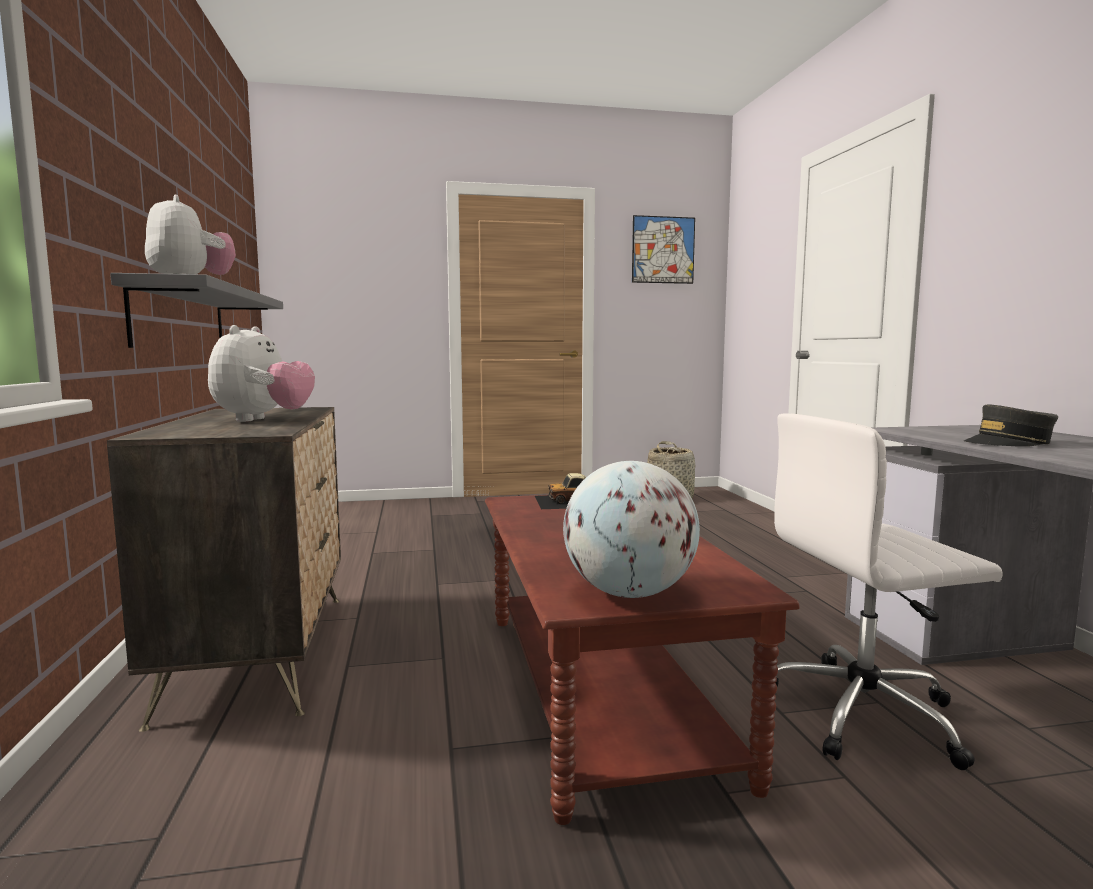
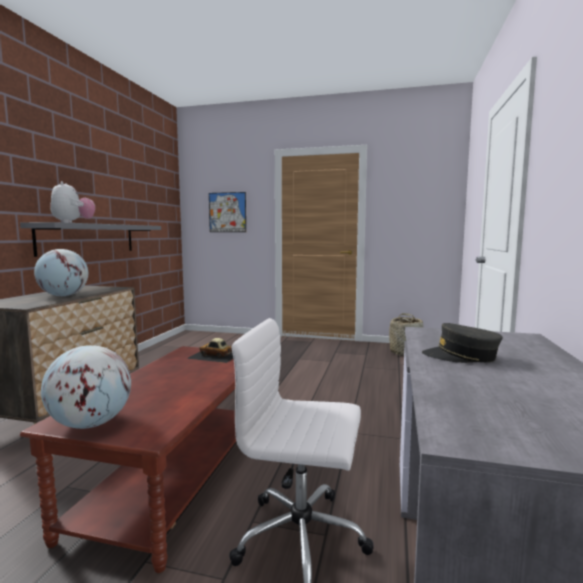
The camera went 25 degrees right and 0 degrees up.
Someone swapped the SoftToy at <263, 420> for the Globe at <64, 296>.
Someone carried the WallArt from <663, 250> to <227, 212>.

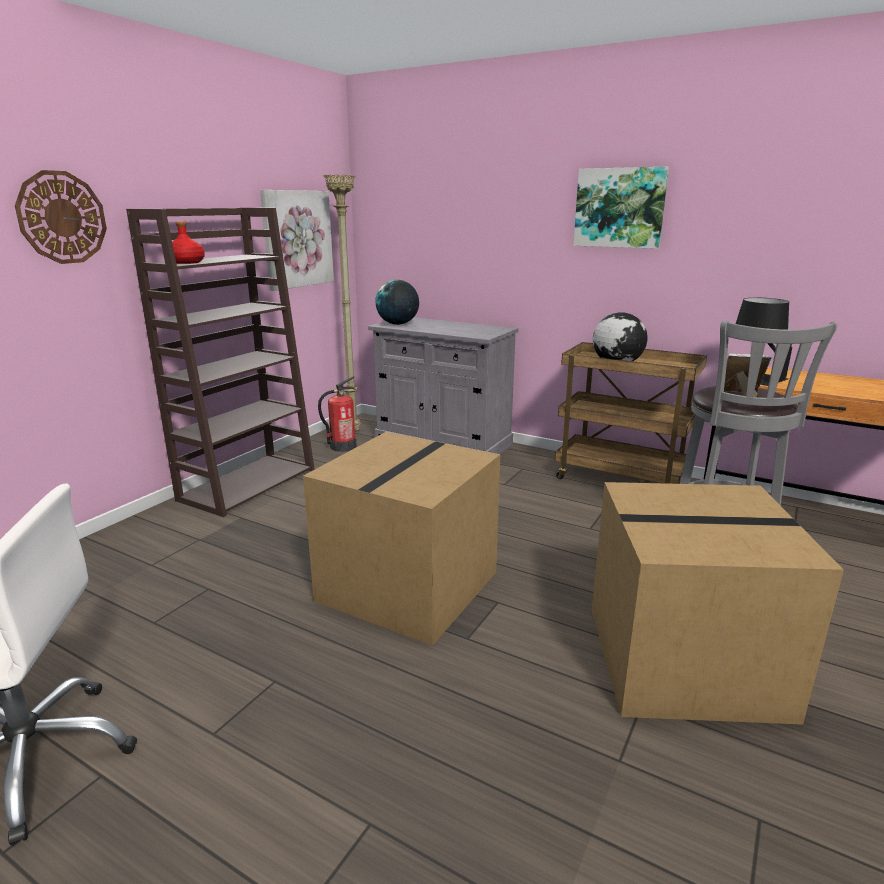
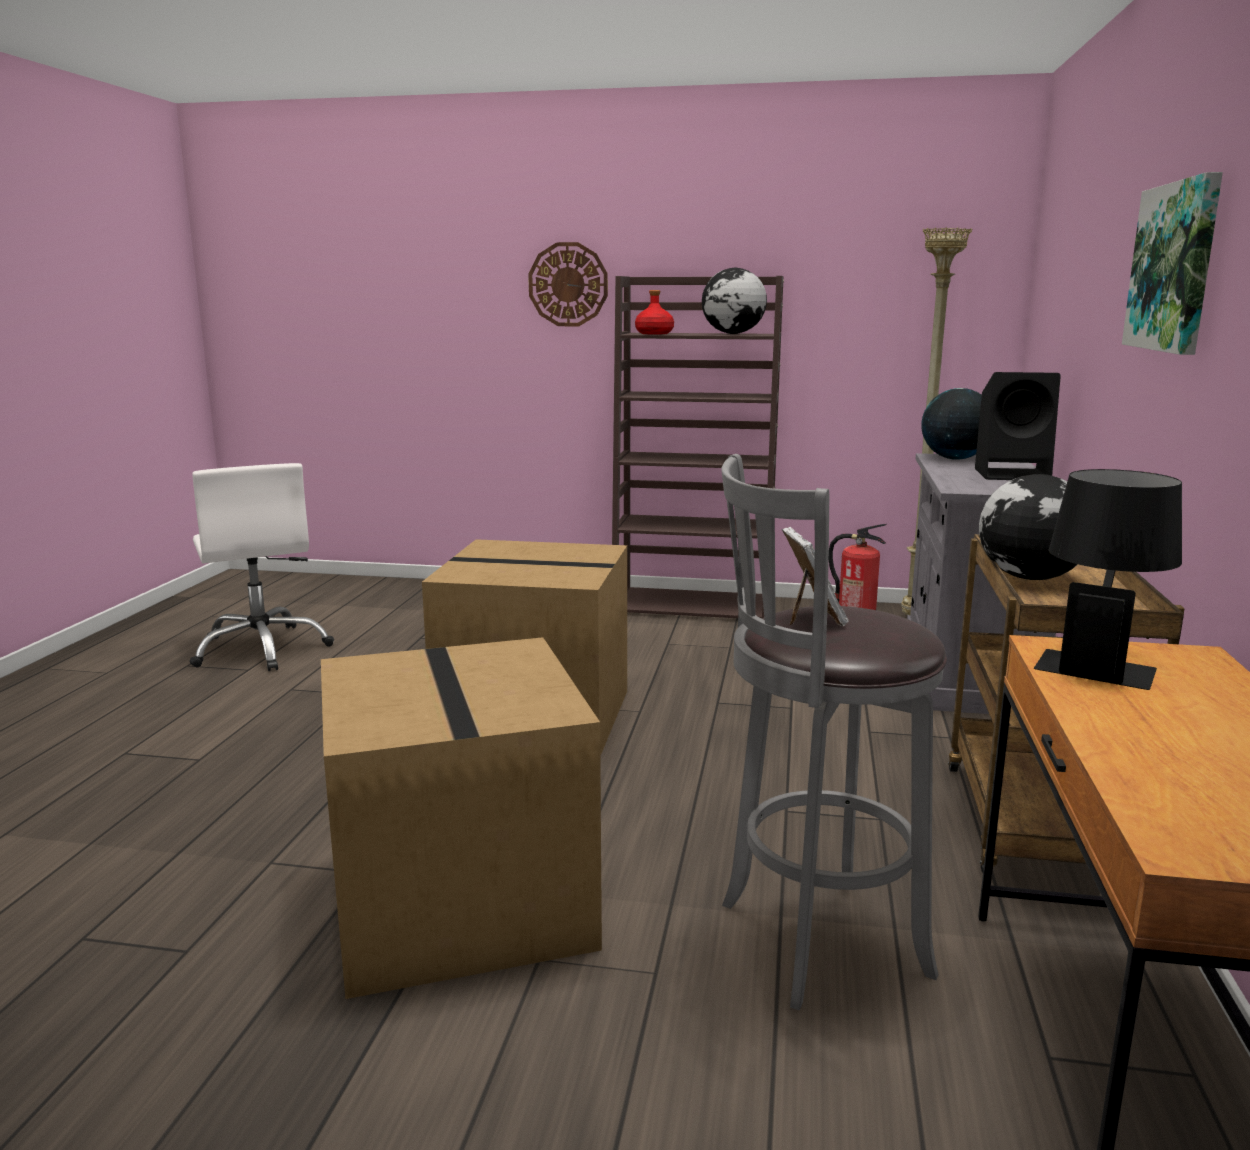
The camera went 70 degrees right and 5 degrees down.
Someone put down the Globe at <732, 333>.
Someone put down the BlackLoudspeaker at <1014, 475>.
Someone took away the WallArt at <297, 239>.

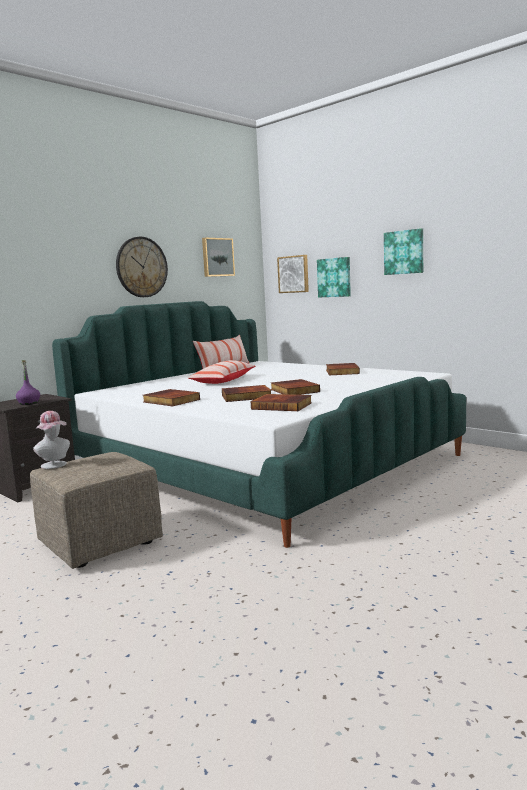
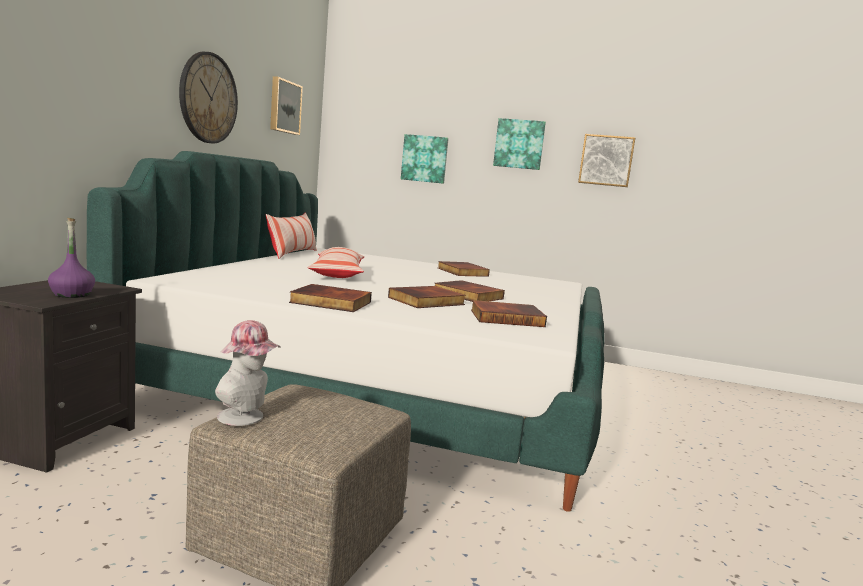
The camera went 30 degrees left and 0 degrees up.
Someone carried the WallArt from <294, 274> to <606, 160>.

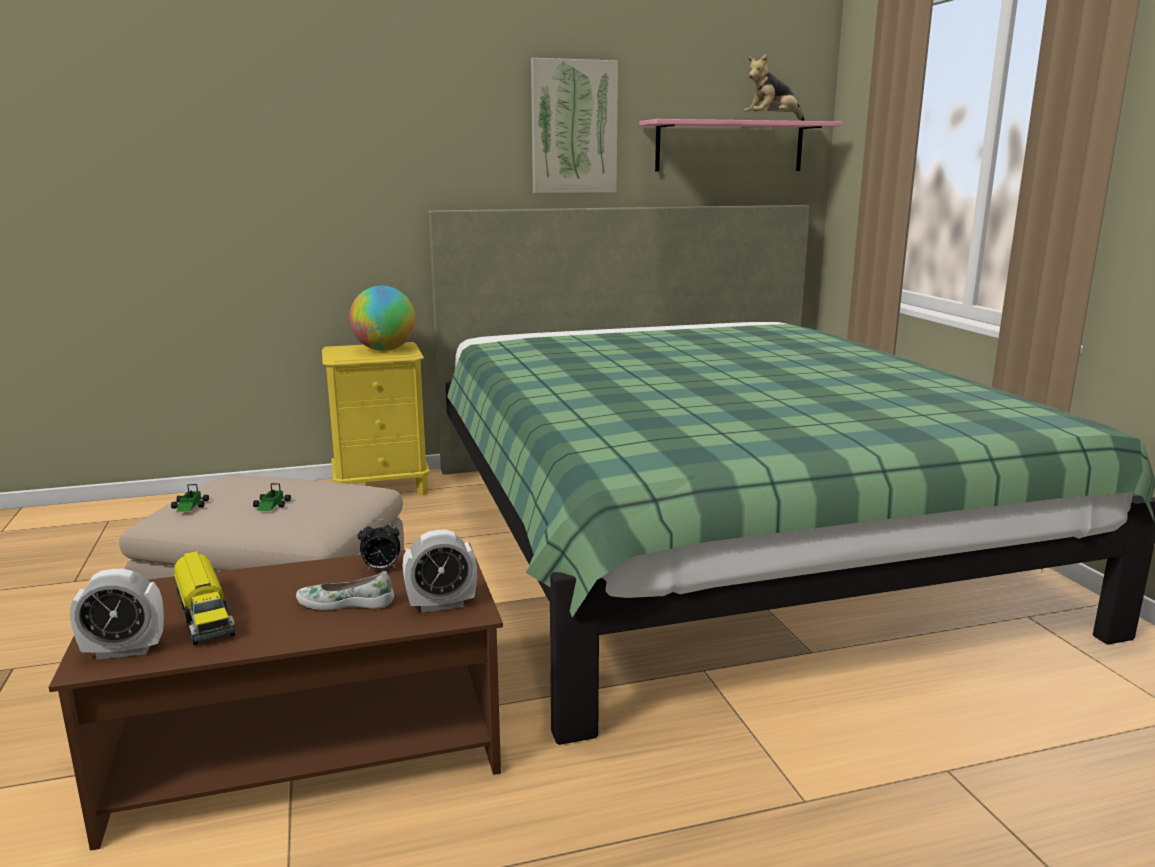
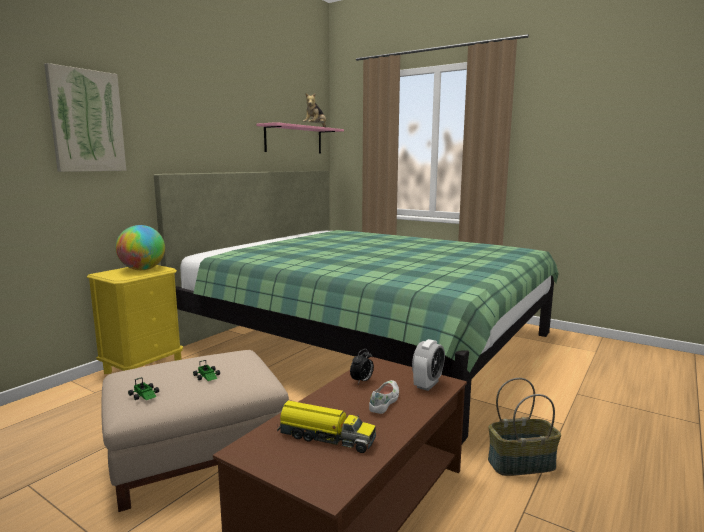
The camera went 40 degrees left and 5 degrees down.
Someone carried the WallArt from <573, 127> to <86, 121>.
Someone rotated the WhitishLowShoe at <346, 603> by 150 degrees clockwise.
Someone put down the StorageBasket at <521, 463>.
Someone took away the AlarmClock at <124, 650>.

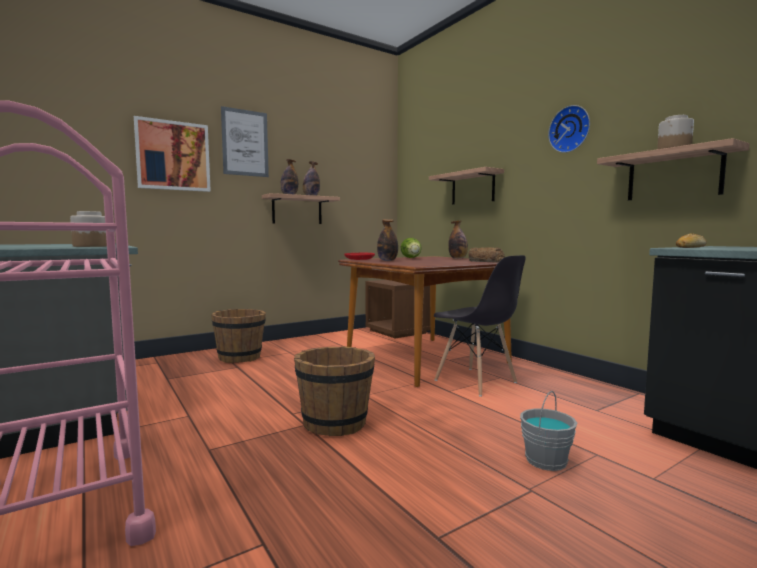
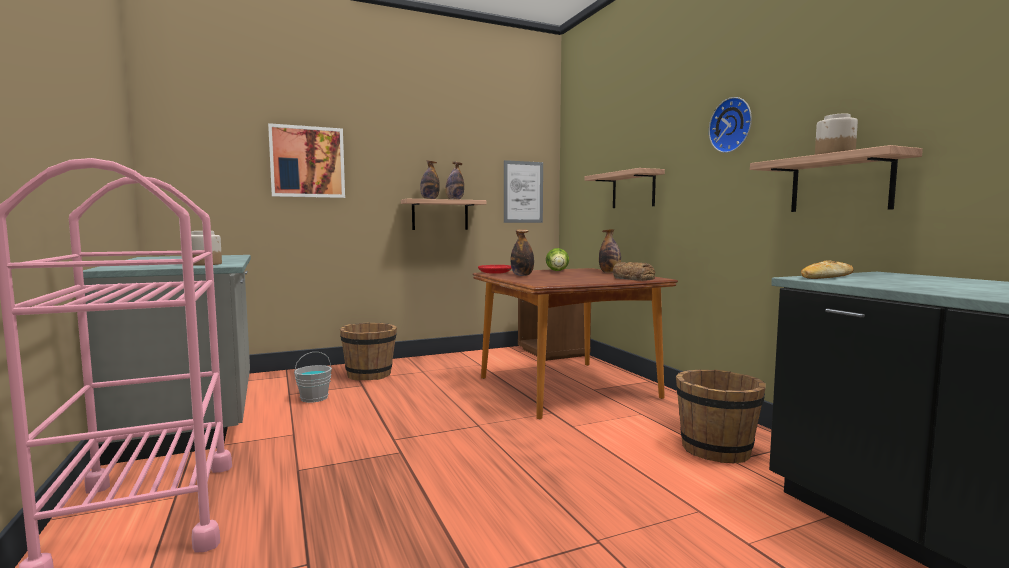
The camera went 10 degrees right and 0 degrees up.
Someone carried the GrayWaterBucket from <545, 460> to <314, 398>.
Someone carried the WallArt from <245, 143> to <523, 192>.
Someone carried the BrownWaterBucket from <335, 423> to <716, 450>.
Someone took away the GrayPlainChair at <476, 382>.

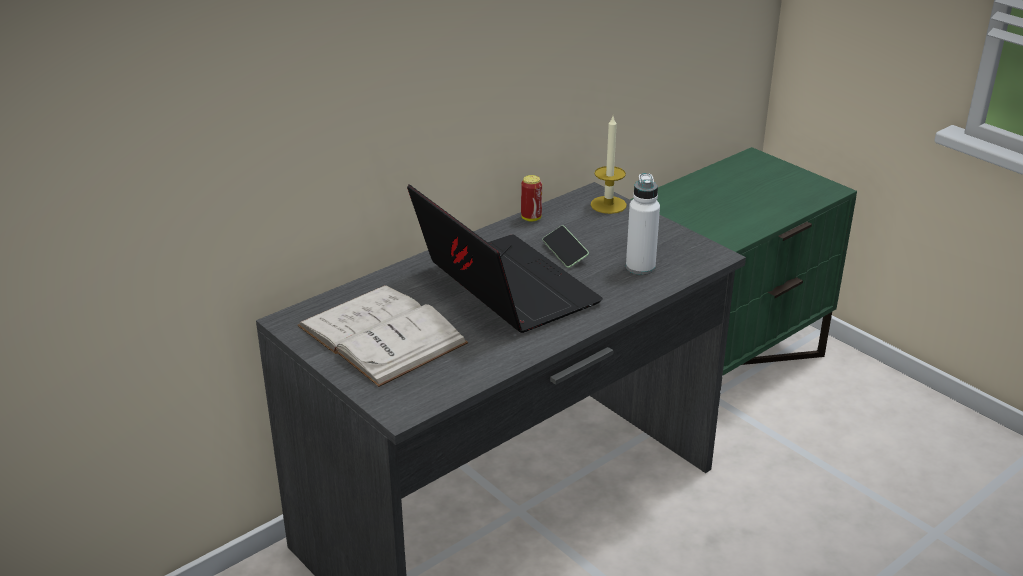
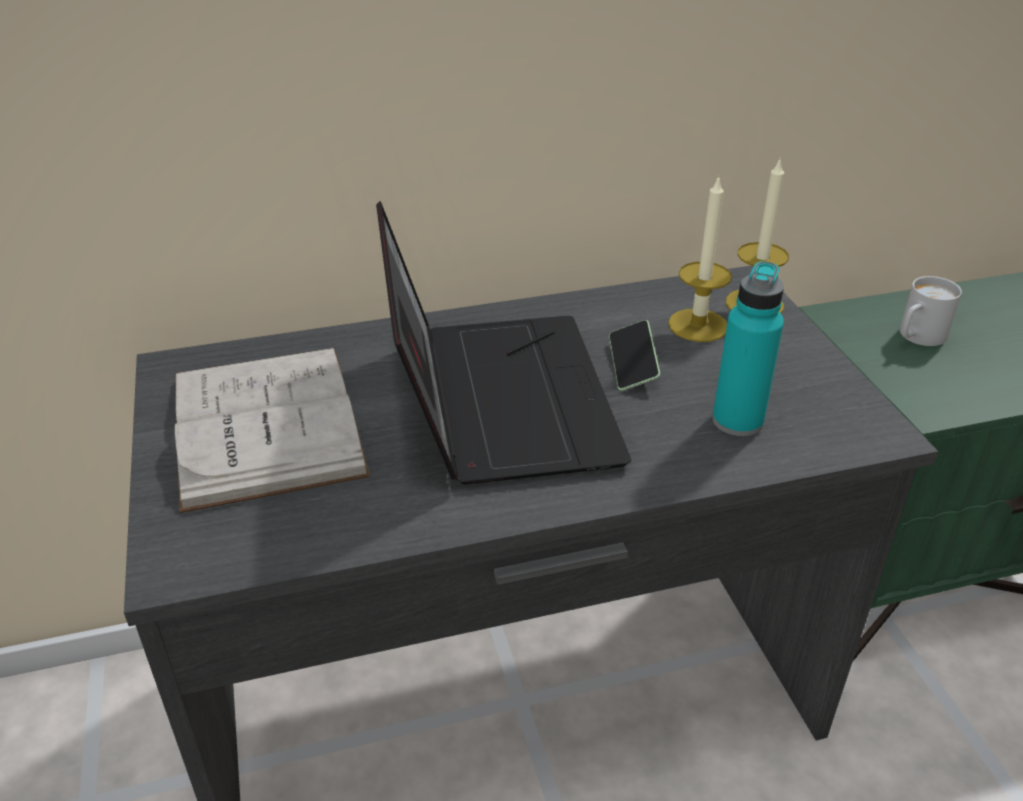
The camera went 25 degrees right and 5 degrees up.
Someone put down the Candle at <698, 325>.
Someone repainted the WhitishBeverageBottle at <640, 267>, which became the BlueGreenBeverageBottle at <737, 421>.
Someone put down the WhitishCoffeeMug at <916, 337>.
Someone took away the MetalCan at <531, 218>.

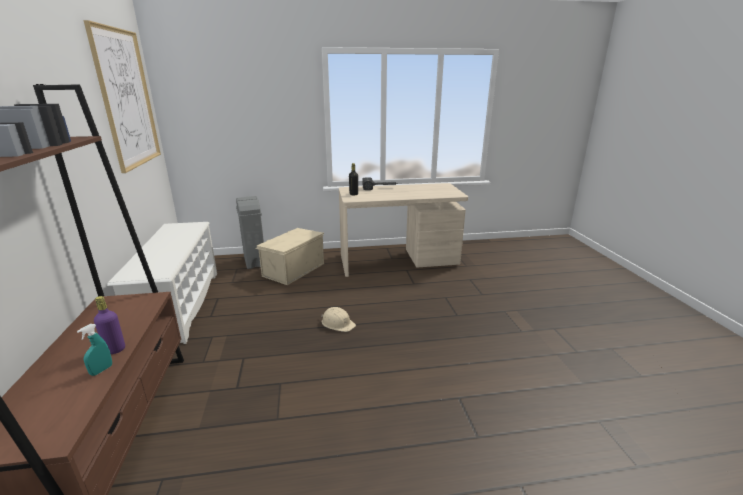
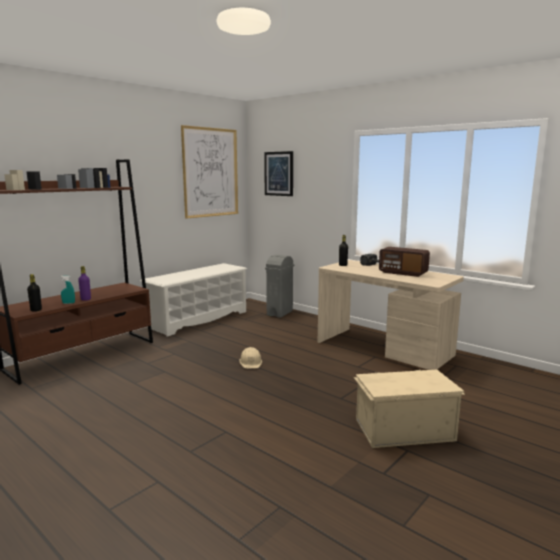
The camera went 50 degrees right and 10 degrees down.
Someone put down the BlackBeverageBottle at <36, 310>.
Someone put up the WallArt at <279, 173>.
Someone carried the BeigeStorageContainer from <293, 270> to <403, 429>.
Someone put down the RadioReceiver at <403, 273>.

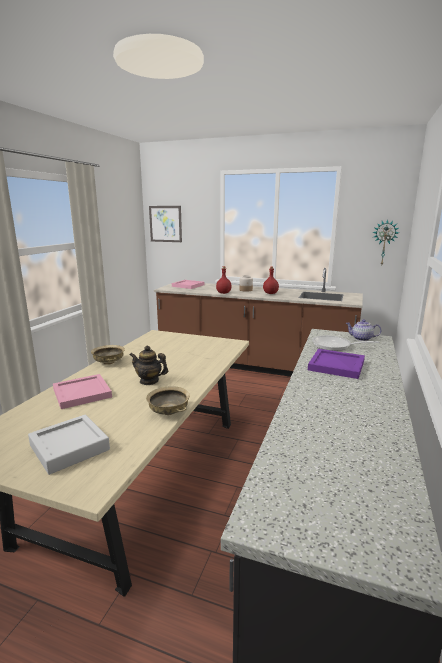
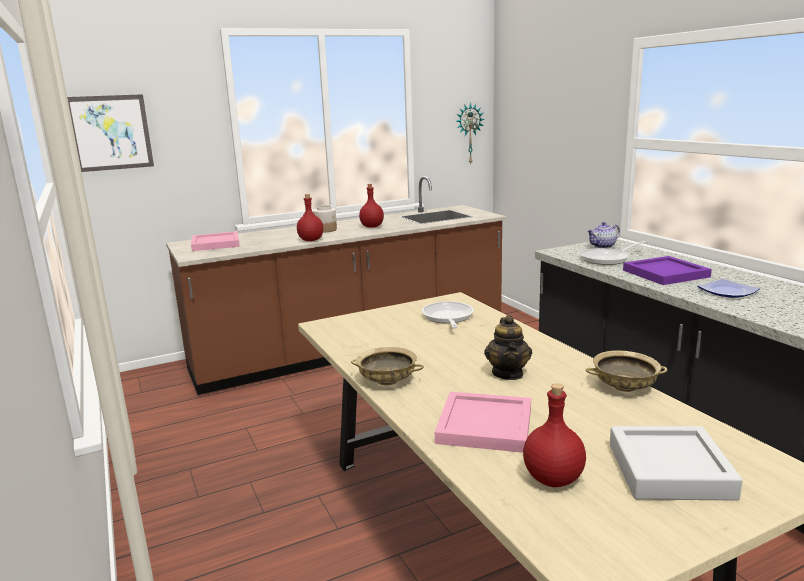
The camera went 45 degrees left and 0 degrees up.
Someone put down the Skillet at <447, 318>.
Someone rotated the Teapot at <149, 381> by 60 degrees counterclockwise.
Someone put down the ReddishBeverageBottle at <553, 479>.
Someone put down the Plate at <727, 292>.

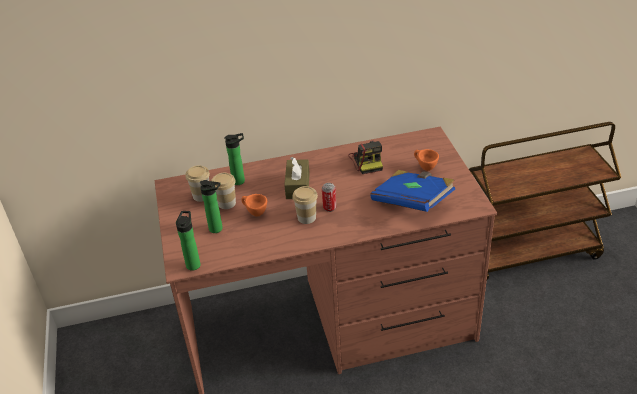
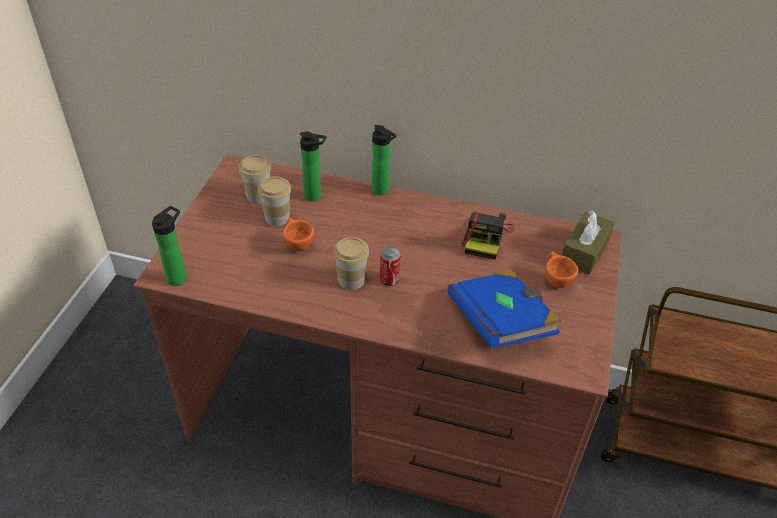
The camera went 25 degrees right and 5 degrees up.
Someone carried the BeverageBottle from <218, 229> to <382, 191>.
Someone carried the BrownTissueBox from <297, 186> to <584, 251>.

